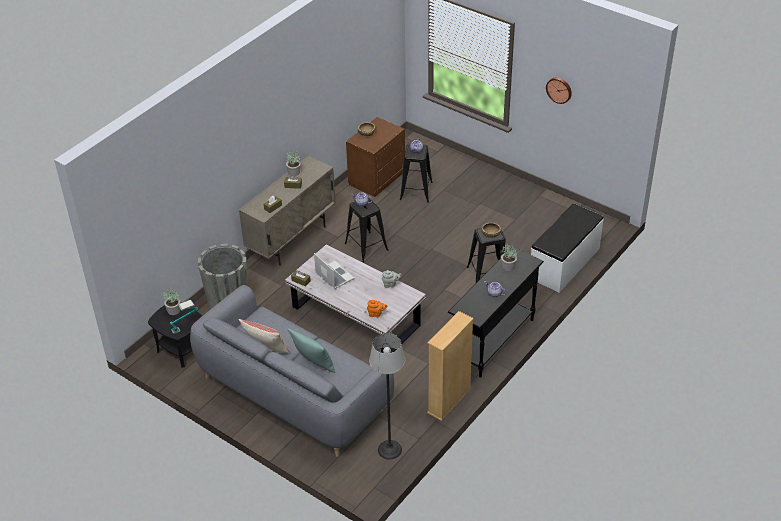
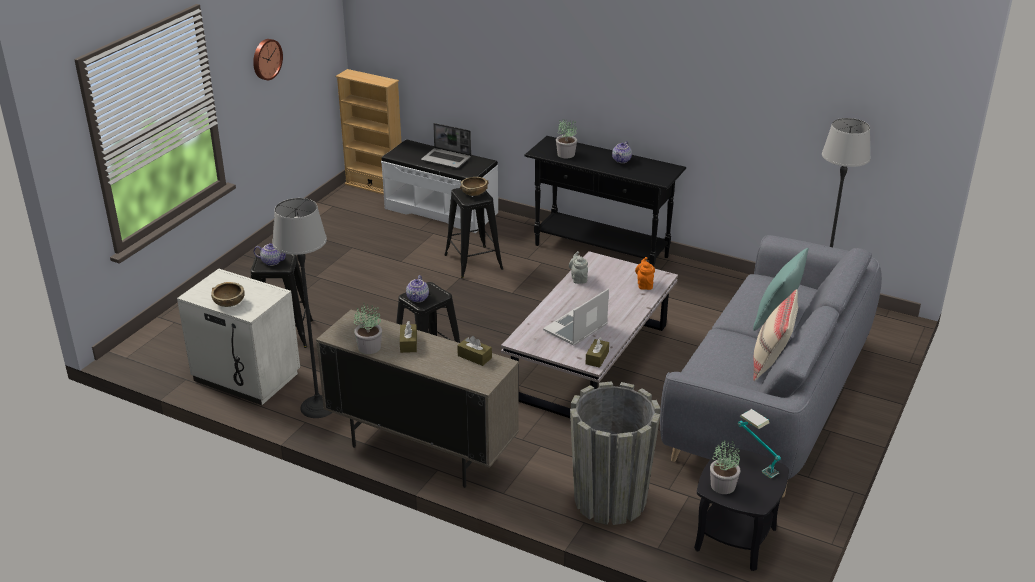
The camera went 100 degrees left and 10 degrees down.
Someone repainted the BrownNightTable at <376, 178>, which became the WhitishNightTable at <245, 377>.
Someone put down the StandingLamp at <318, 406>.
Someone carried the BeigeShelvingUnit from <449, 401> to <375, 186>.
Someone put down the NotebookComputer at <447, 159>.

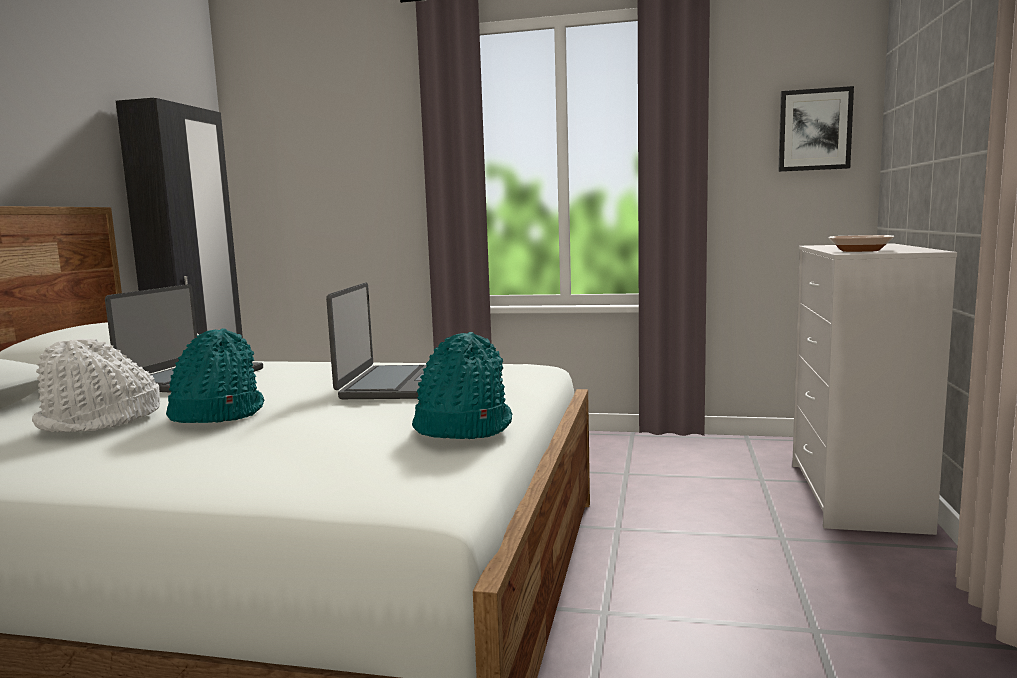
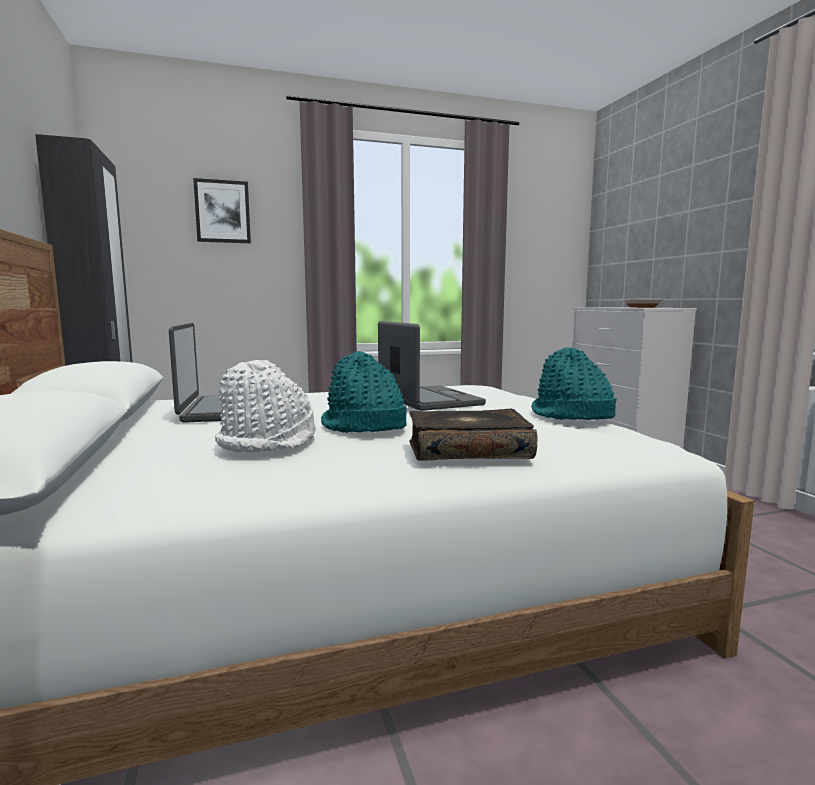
The camera went 30 degrees left and 0 degrees up.
Someone carried the WallArt from <814, 130> to <222, 212>.
Someone put down the Volume at <468, 450>.

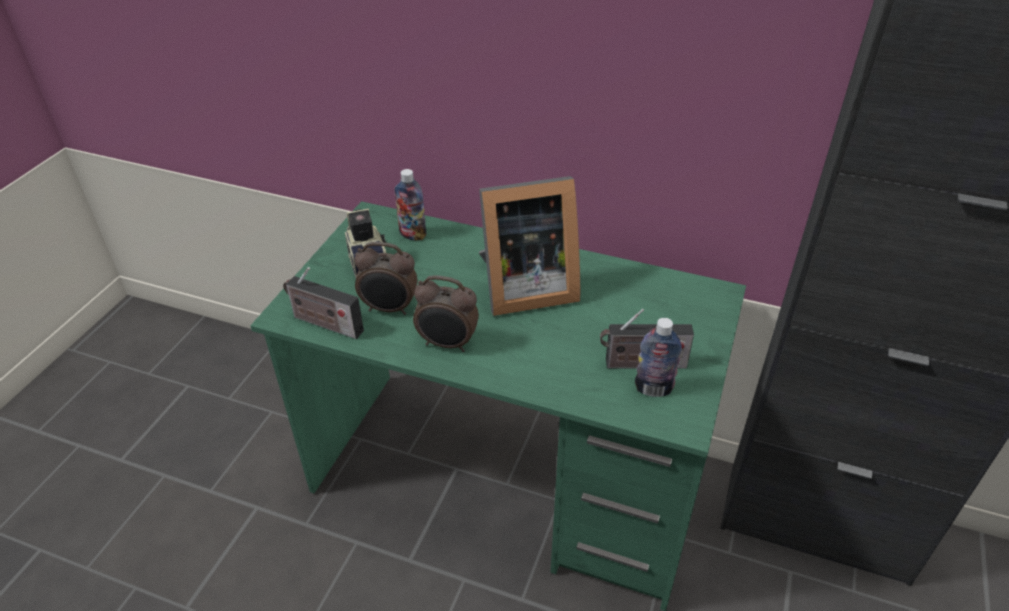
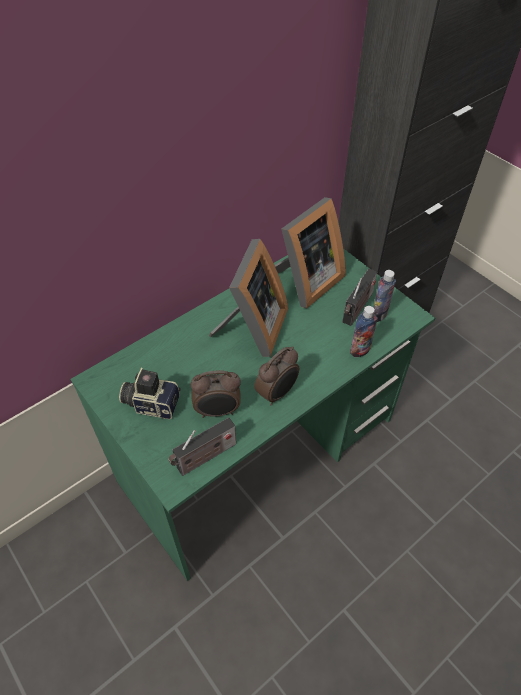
The camera went 60 degrees left and 10 degrees up.
Someone rotated the AlarmClock at <389, 309> by 45 degrees clockwise.
Someone put down the PhotoFrame at <304, 282>.
Someone carried the BeverageBottle from <413, 235> to <360, 350>.

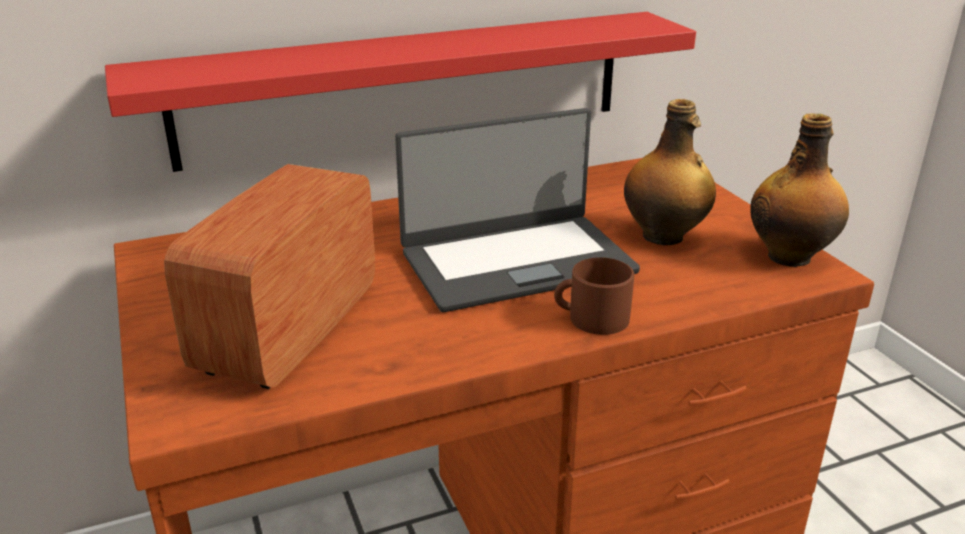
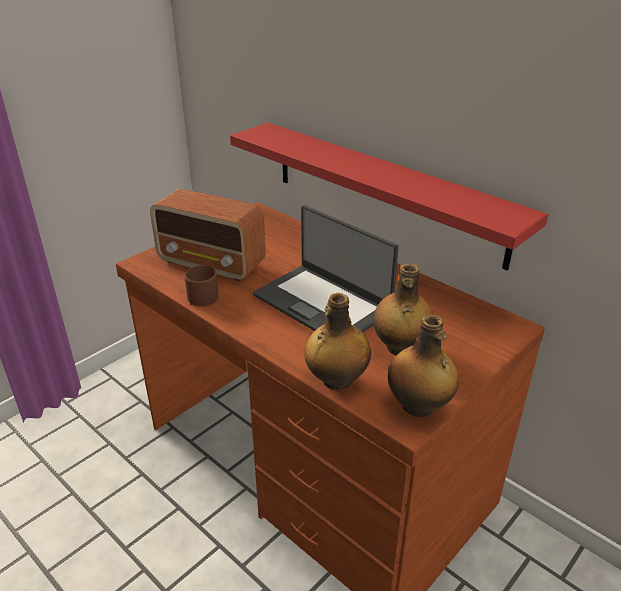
The camera went 65 degrees right and 5 degrees up.
Someone rotated the RadioReceiver at <288, 332> by 150 degrees counterclockwise.
Someone carried the BrownCoffeeMug from <591, 318> to <201, 295>.
Someone put down the BeverageBottle at <336, 380>.

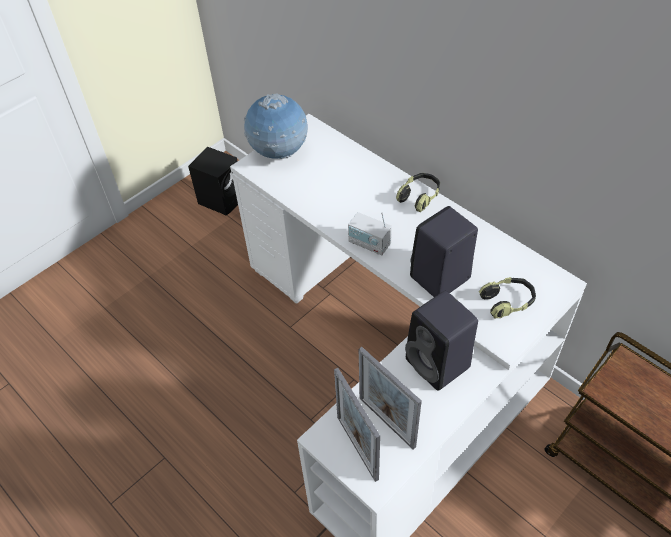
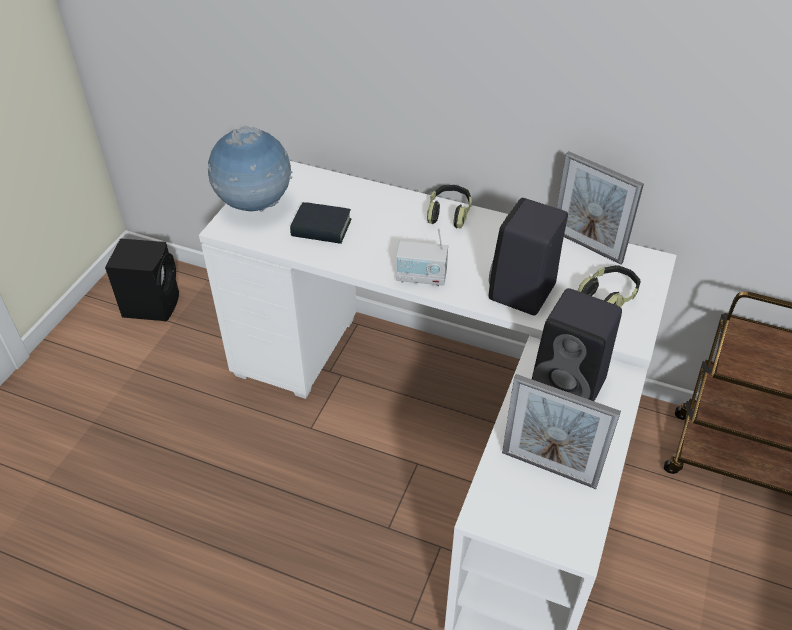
The camera went 25 degrees left and 5 degrees down.
Someone put down the Volume at <321, 228>.
Someone carried the PhotoFrame from <357, 447> to <587, 246>.

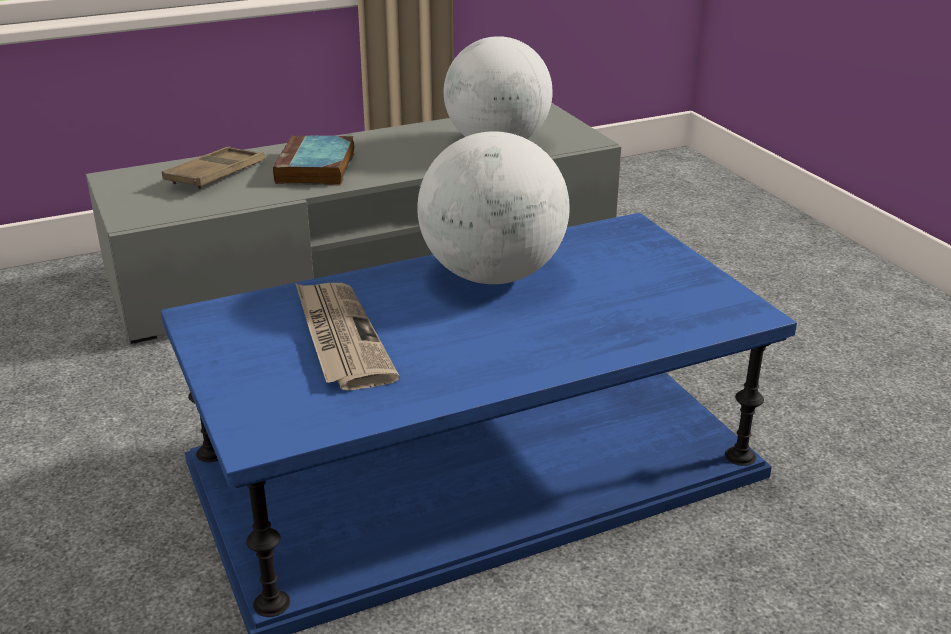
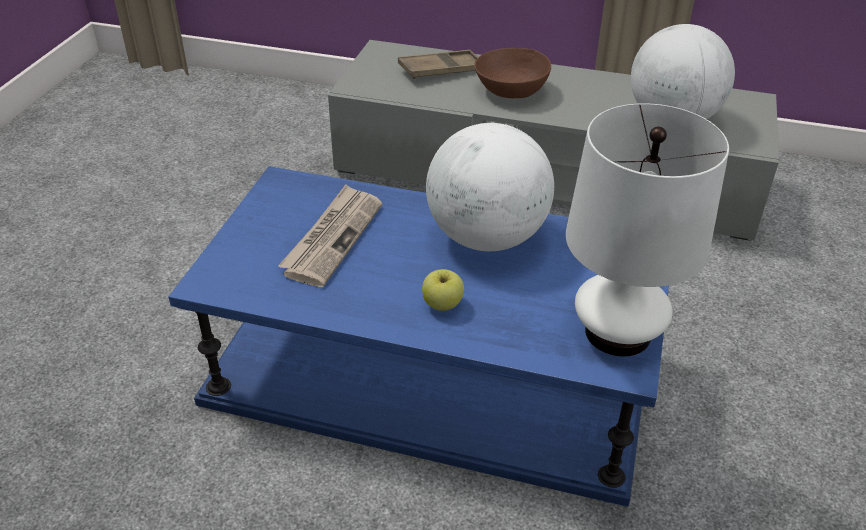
The camera went 40 degrees right and 10 degrees up.
Someone put down the AppleFruit at <443, 304>.
Someone swapped the Volume at <316, 169> for the BrownBowl at <511, 90>.
Someone put down the WhitishTableLamp at <617, 332>.

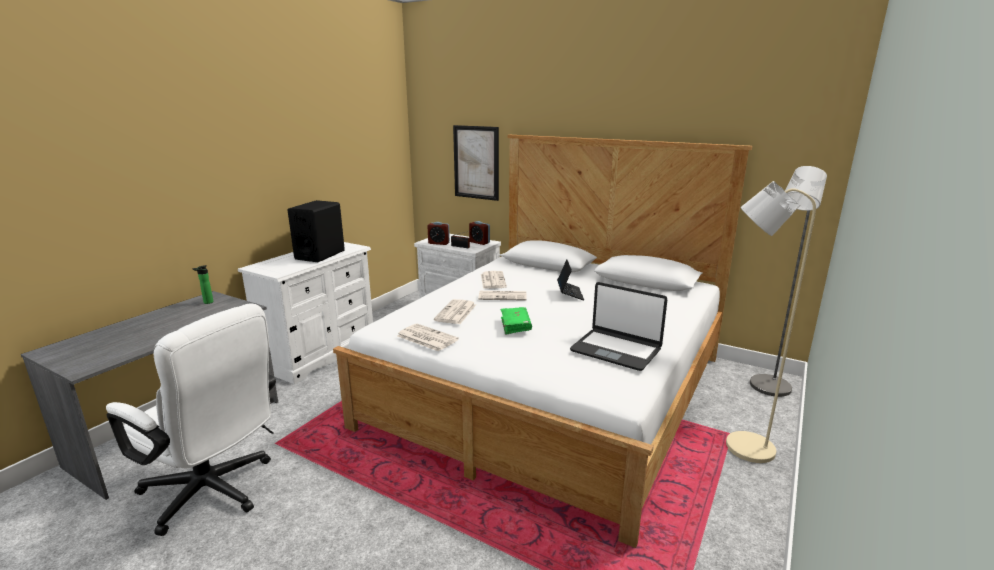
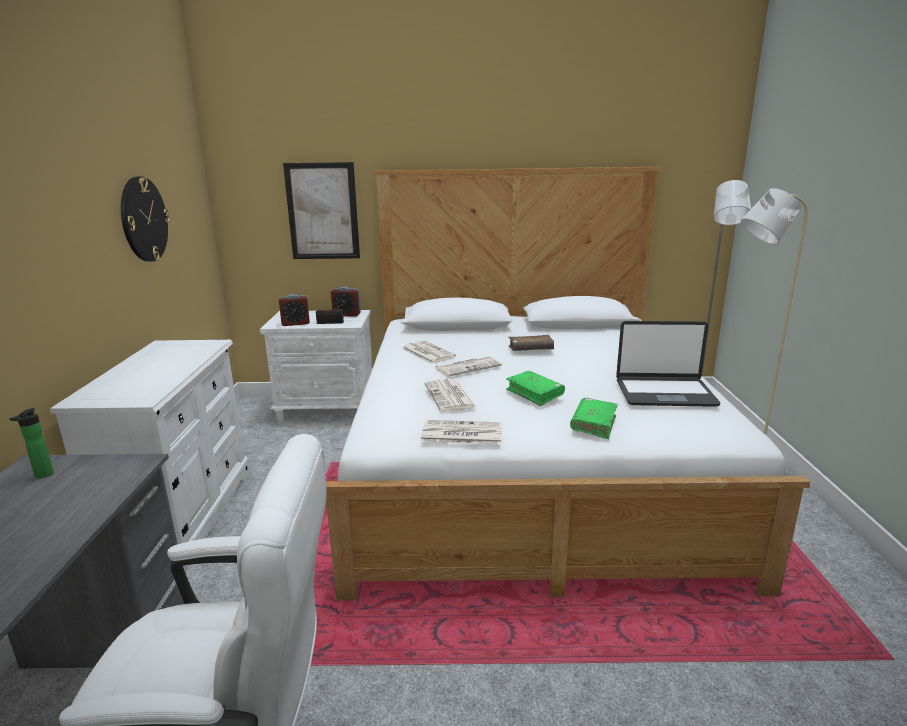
The camera went 30 degrees left and 0 degrees up.
Someone put up the ClockOnTheWall at <144, 219>.
Someone swapped the NotebookComputer at <570, 293> for the BrownVolume at <530, 349>.
Someone put down the GreenishVolume at <593, 424>.
Someone took away the BlackLoudspeaker at <320, 255>.

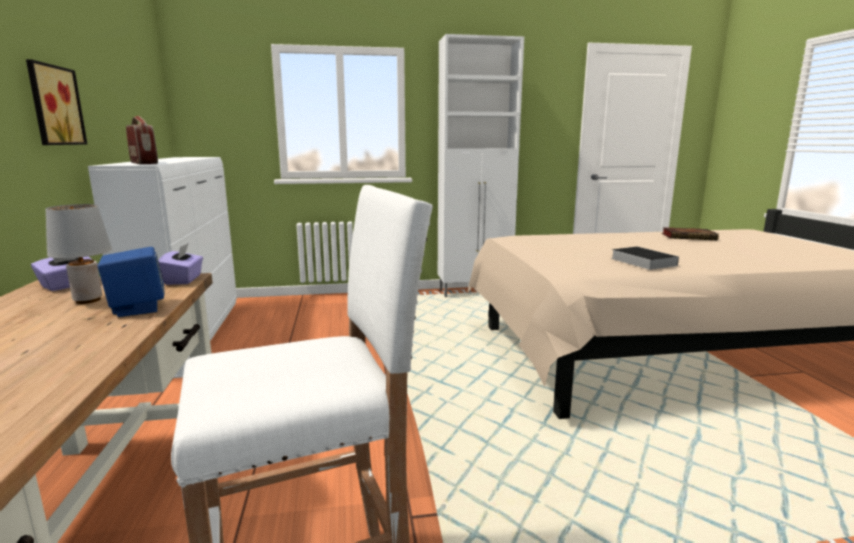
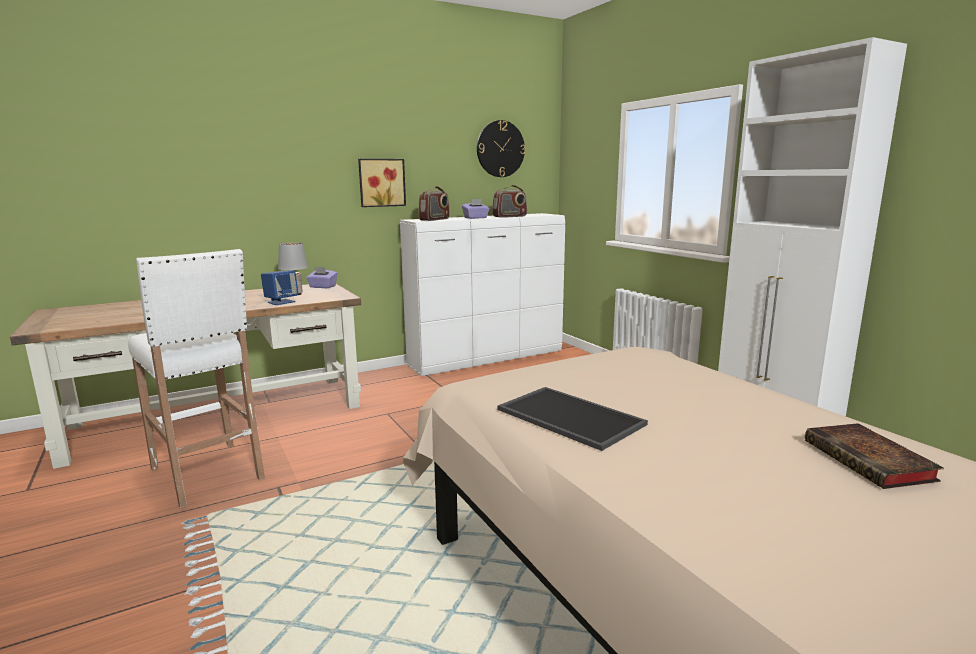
The camera went 70 degrees right and 0 degrees up.
Someone carried the PurplishTissueBox from <184, 280> to <475, 218>.
Someone put up the ClockOnTheWall at <500, 149>.
Someone put down the RadioReceiver at <510, 216>.
Someone swapped the Volume at <641, 261> for the Tray at <567, 417>.

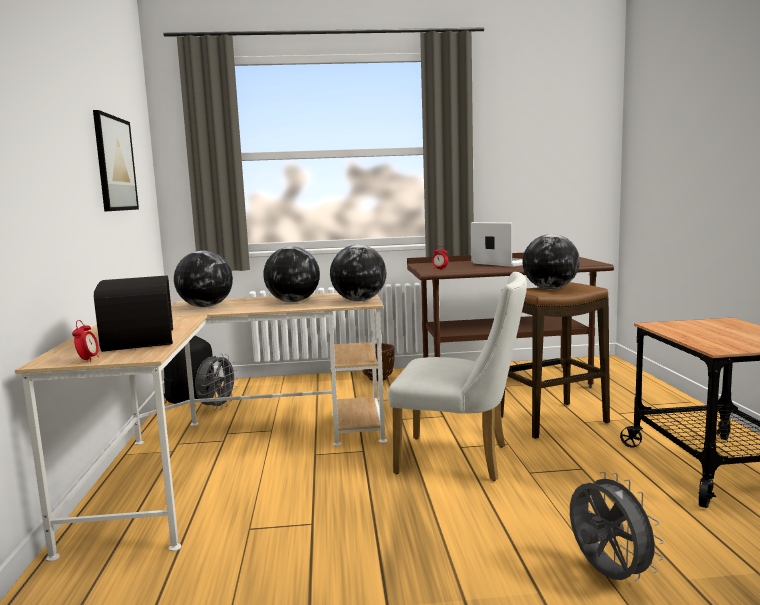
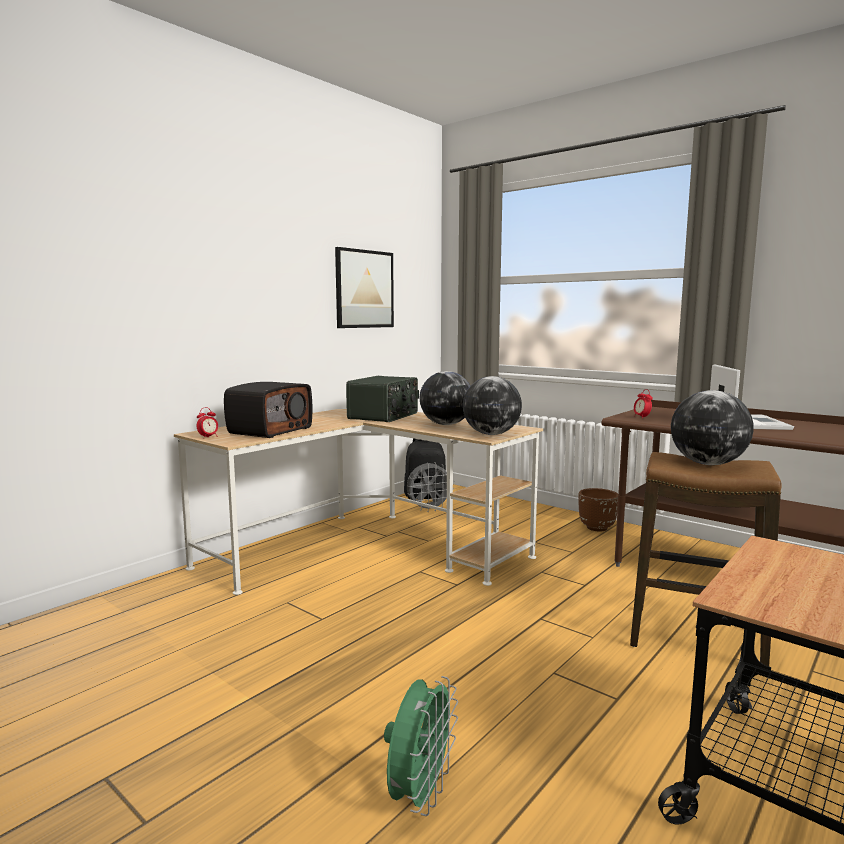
The camera went 45 degrees right and 0 degrees up.
Someone swapped the Globe at <205, 306> for the RadioReceiver at <384, 416>.
Someone repainted the GrayFan at <607, 575>, which became the GreenishFan at <420, 795>.
Someone took away the WhitishPlainChair at <461, 459>.

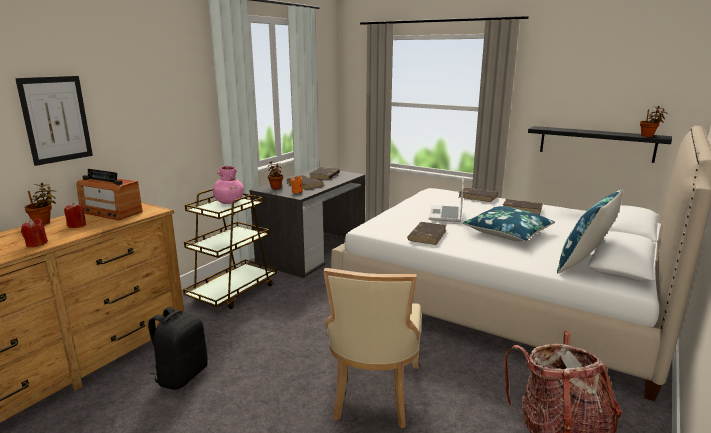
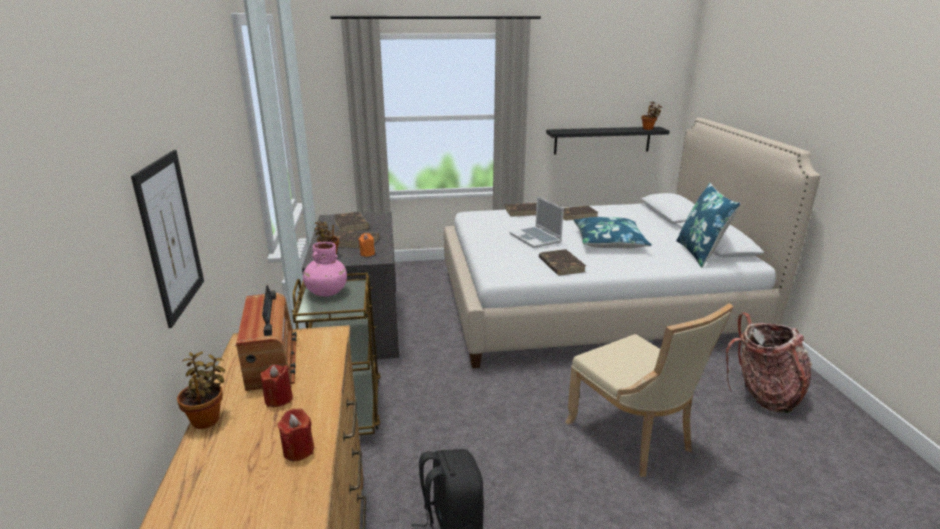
The camera went 40 degrees left and 5 degrees up.
Someone rotated the RadioReceiver at <110, 212> by 90 degrees counterclockwise.

